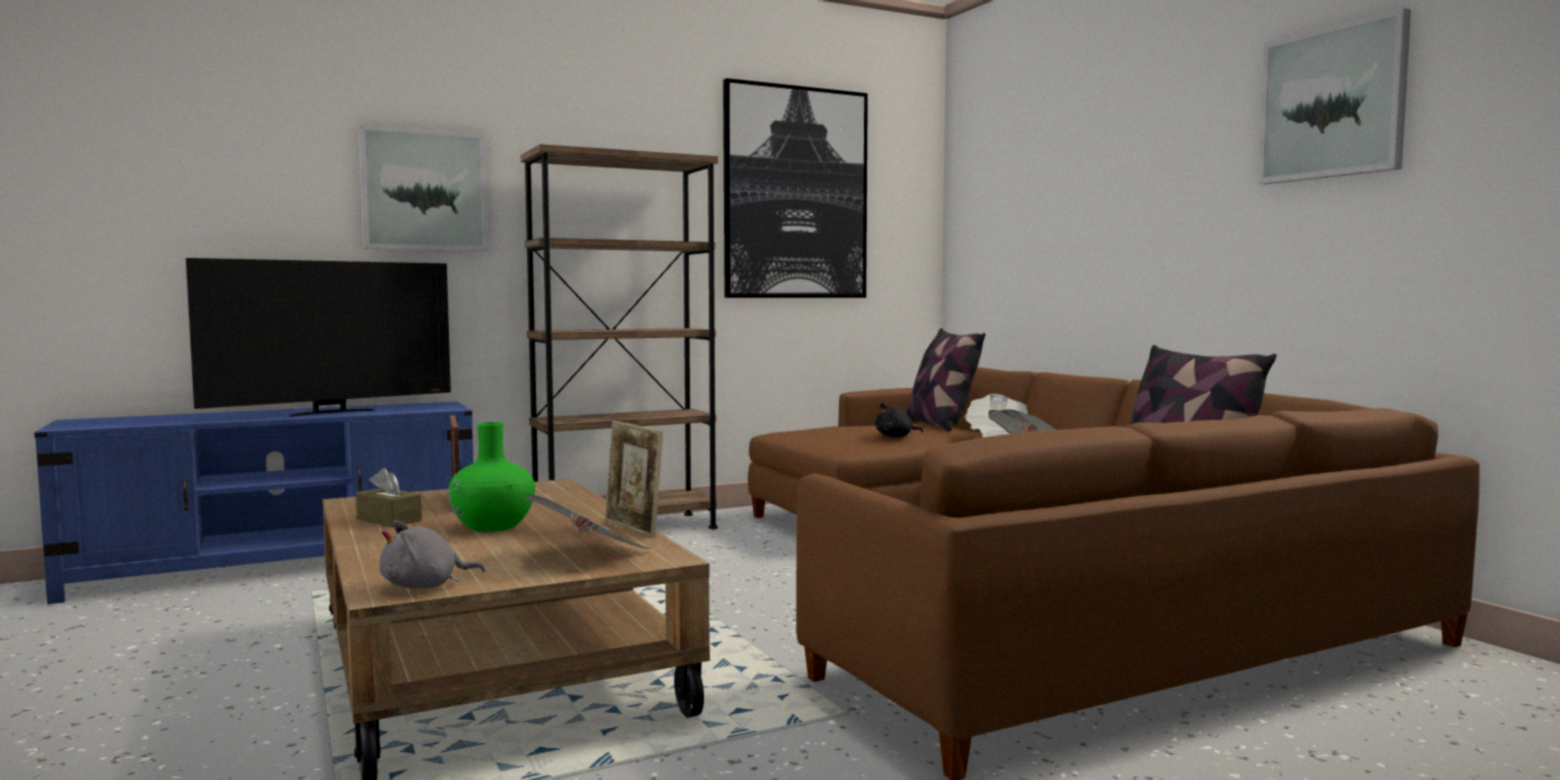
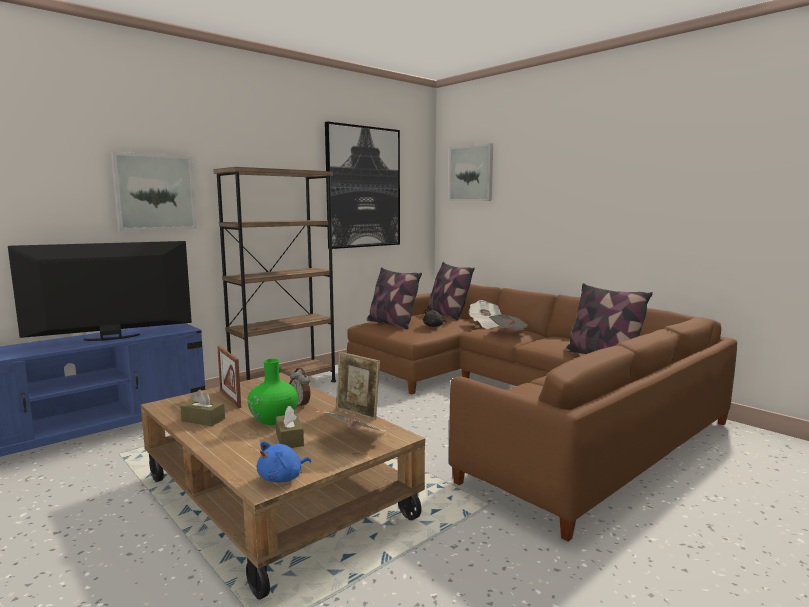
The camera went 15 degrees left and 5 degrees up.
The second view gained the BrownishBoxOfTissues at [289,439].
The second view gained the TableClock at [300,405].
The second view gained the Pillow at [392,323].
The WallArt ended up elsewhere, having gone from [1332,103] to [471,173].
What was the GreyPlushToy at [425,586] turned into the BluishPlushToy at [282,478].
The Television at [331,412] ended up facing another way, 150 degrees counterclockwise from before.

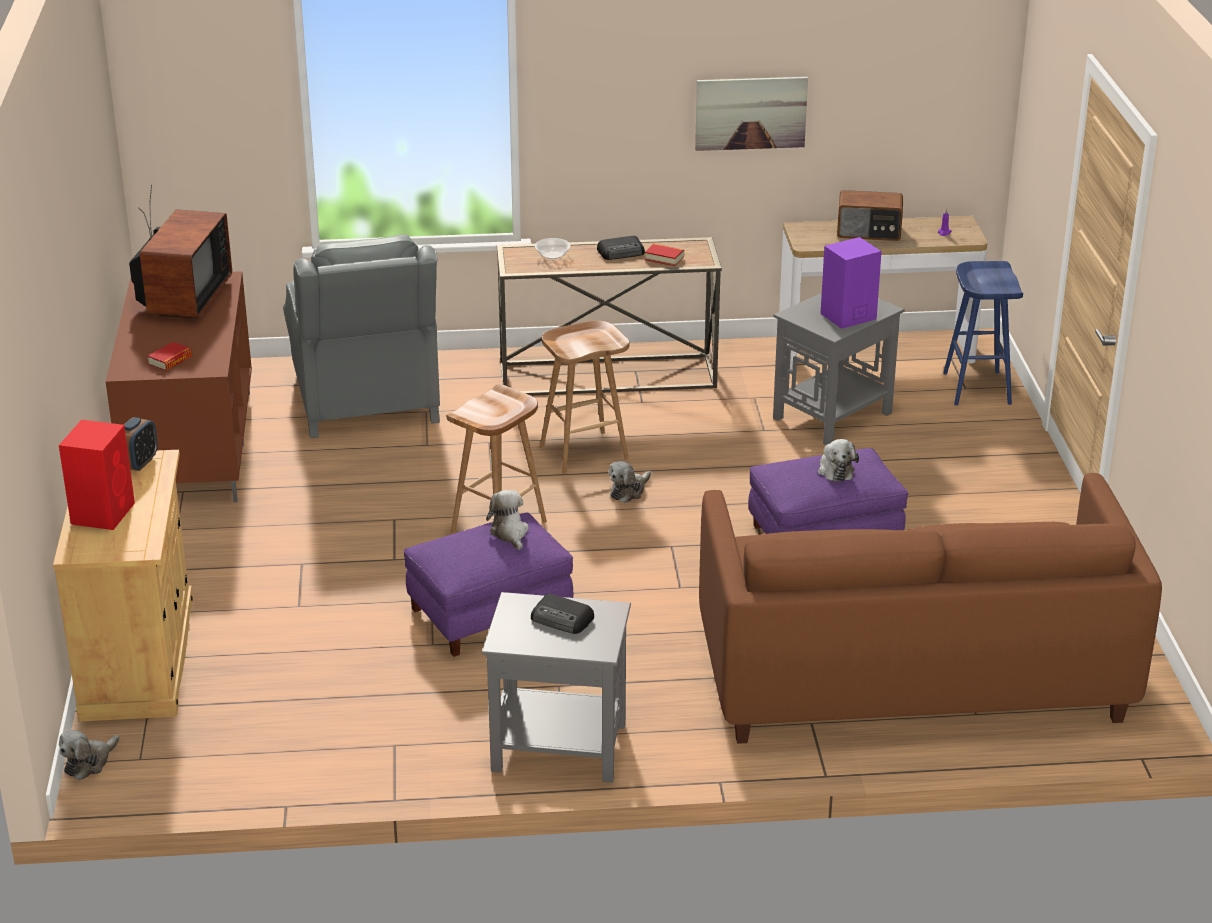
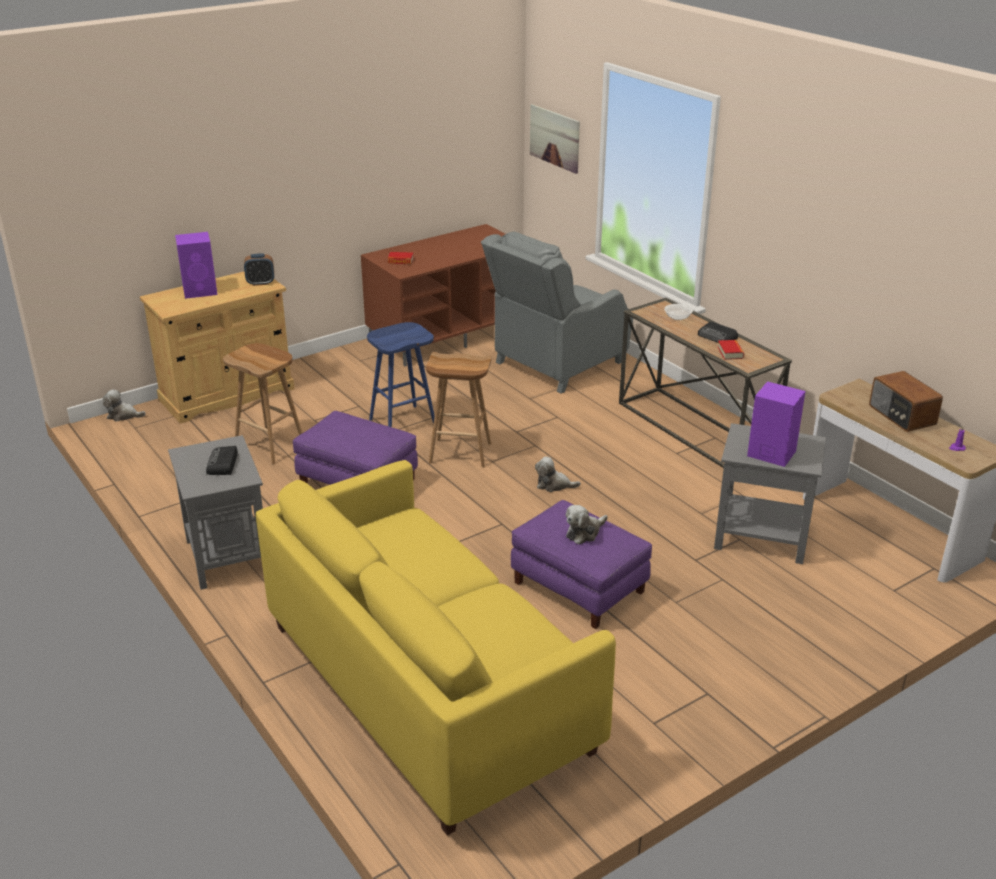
The camera went 60 degrees right and 0 degrees up.
The second view lost the Television at [182,300].
The second view lost the PlushToy at [510,533].
The BrownishStoolSeat ended up elsewhere, having gone from [584,452] to [271,446].
The WallArt ended up elsewhere, having gone from [751,113] to [554,138].
The BluishStoolSeat ended up elsewhere, having gone from [975,388] to [403,421].
What was the RedColouredSpeaker at [103,512] turned into the PurpleColouredSpeaker at [201,291].
What was the BrownishSettee at [911,674] turned into the YellowishSettee at [426,686].

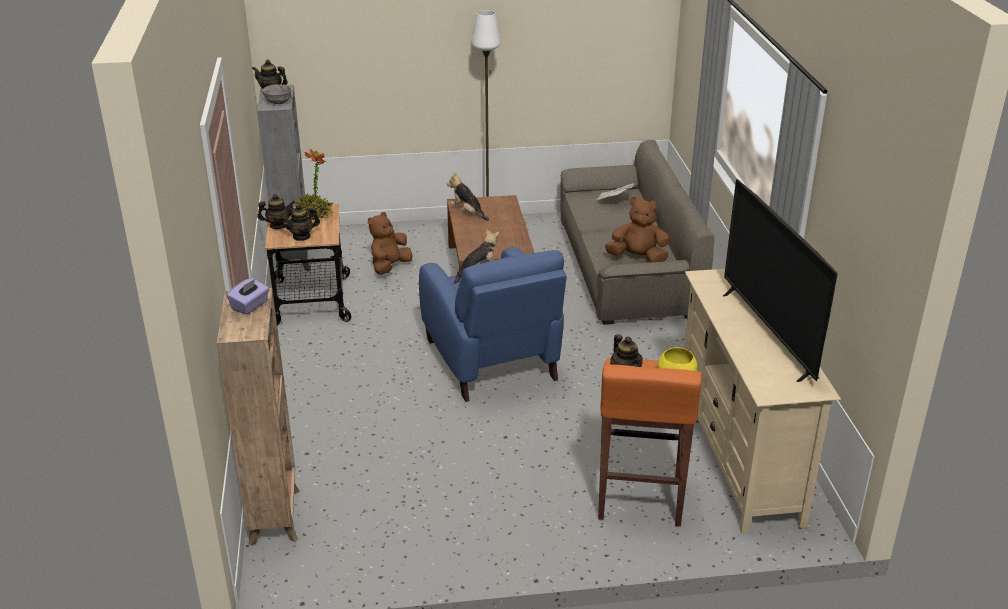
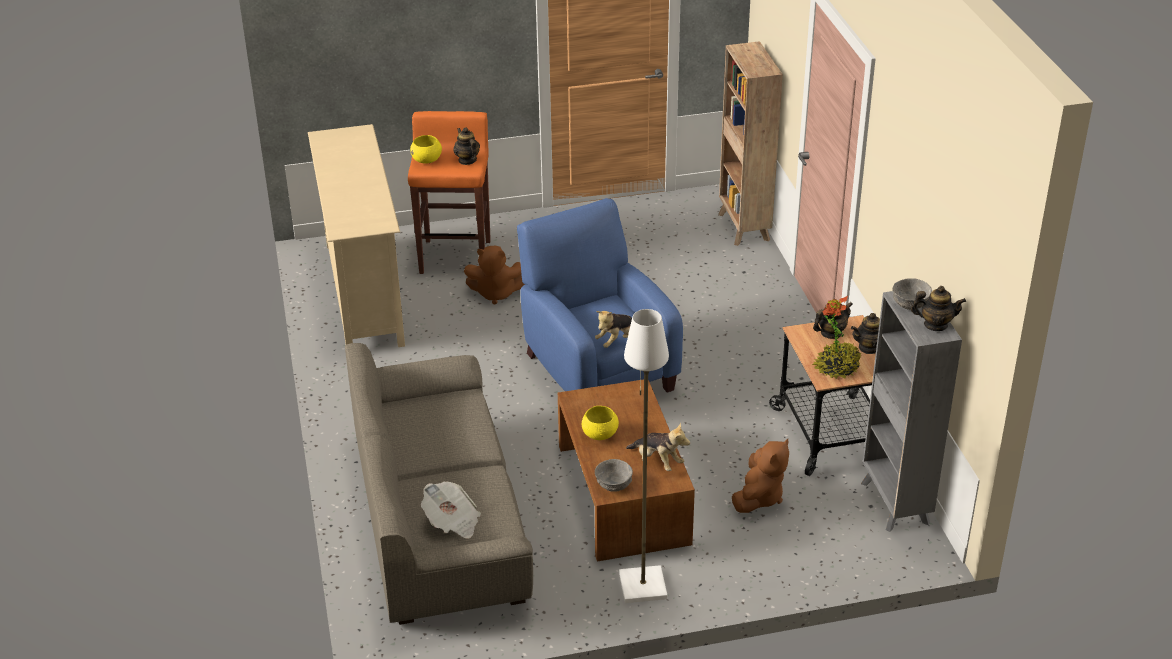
The camera went 175 degrees right and 5 degrees up.
The second view lost the PurpleColouredBoxOfTissues at [250,306].
The second view lost the Television at [768,334].
The second view gained the YellowishServingBowl at [599,434].
The second view gained the GreyServingBowl at [614,484].
The BrownishPlushToy ended up elsewhere, having gone from [637,258] to [496,293].

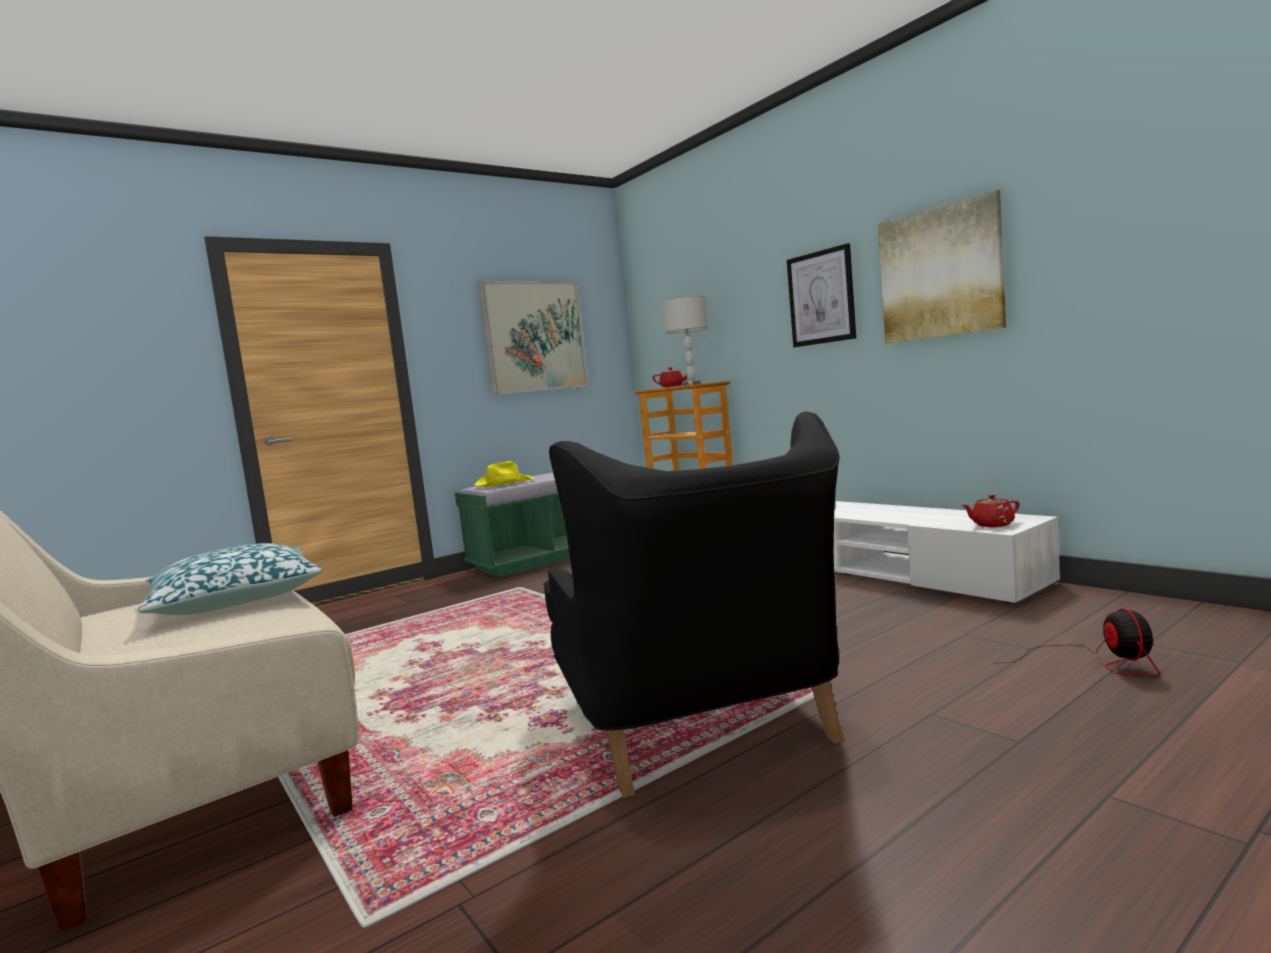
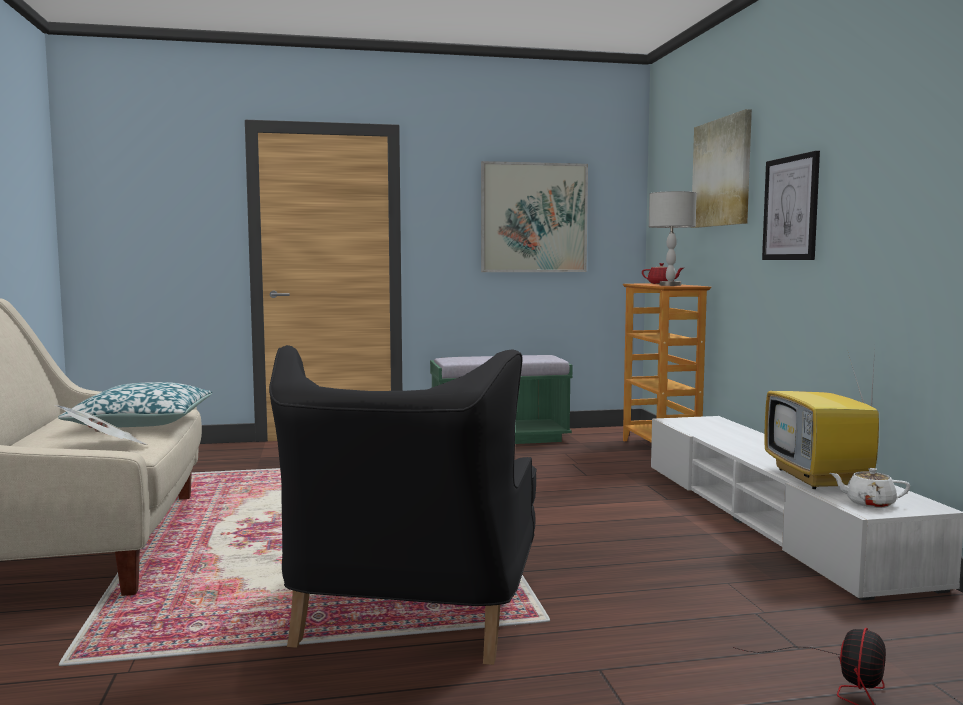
The camera went 25 degrees right and 0 degrees up.
The second view lost the YellowishHat at [503,483].
The second view gained the Newspaper at [104,447].
The second view gained the Television at [819,479].
The WallArt ended up elsewhere, having gone from [940,272] to [722,172].
What was the RedColouredTeaPot at [992,525] turned into the WhitishTeaPot at [869,503].

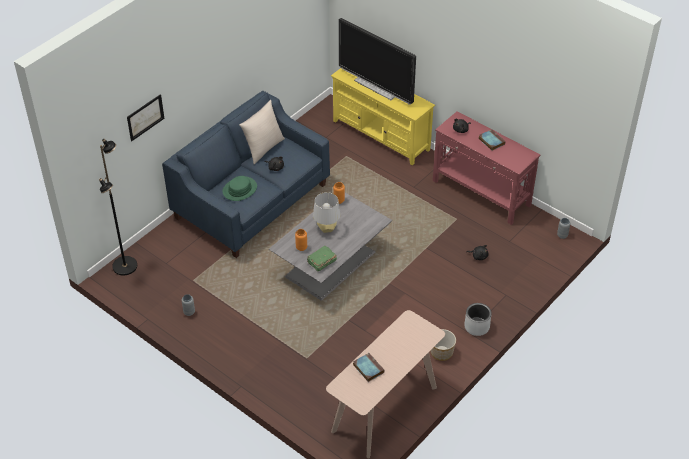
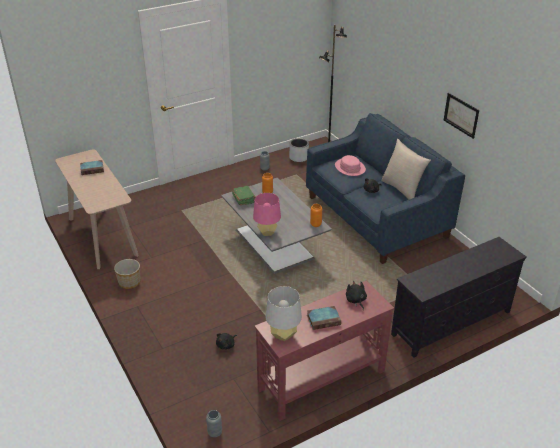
The camera went 110 degrees right and 10 degrees down.
The second view lost the Television at [377,87].
The second view gained the PinkishLampForATable at [267,232].
The WallArt ended up elsewhere, having gone from [145,117] to [461,115].
The GreyLampForATable ended up elsewhere, having gone from [326,228] to [283,335].
The GreyPlantPot ended up elsewhere, having gone from [476,326] to [299,157].
What was the GreenColouredHat at [240,189] turned into the PinkishHat at [350,168].
What was the YellowishTvUnit at [381,135] turned into the BlackColouredTvUnit at [451,323].

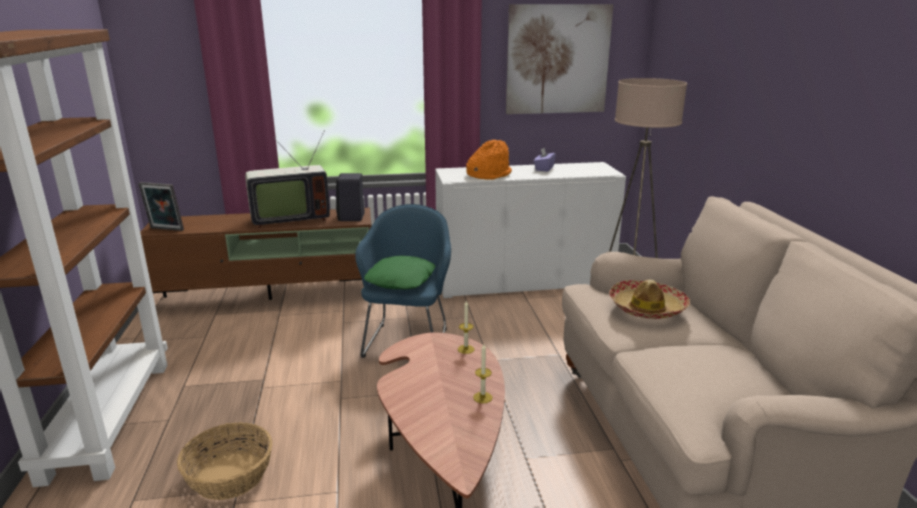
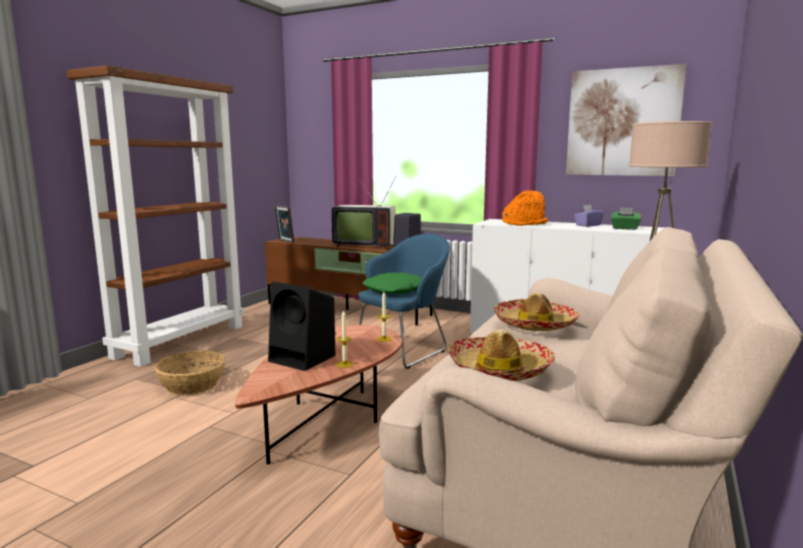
The camera went 35 degrees right and 10 degrees down.
The second view gained the BlackColouredSpeaker at [304,359].
The second view gained the Hat at [500,369].
The second view gained the GreenColouredBoxOfTissues at [624,228].

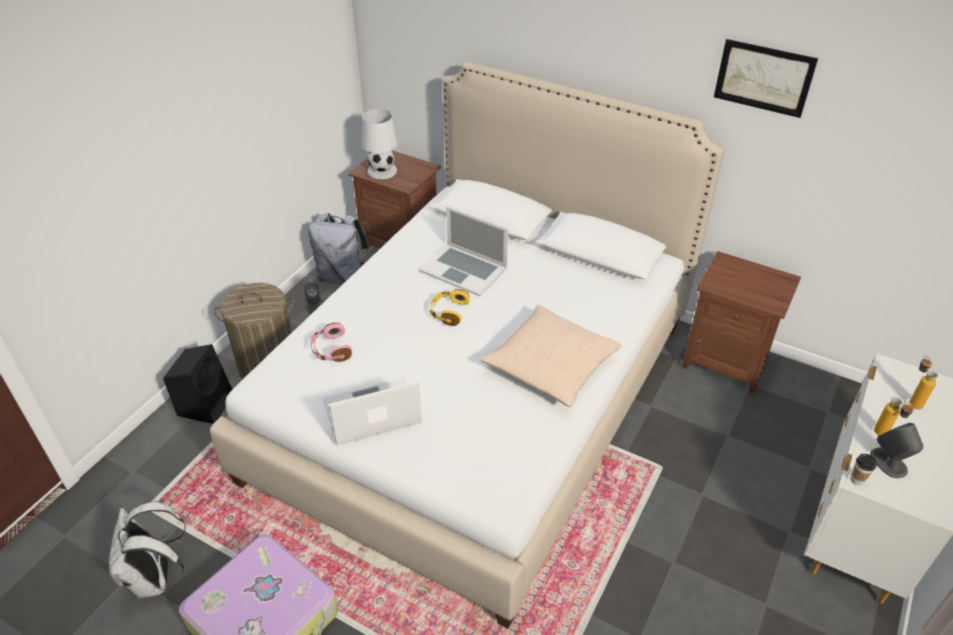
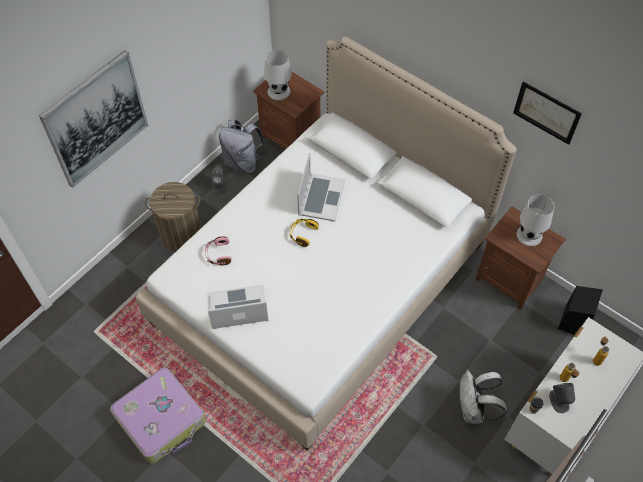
The camera went 10 degrees right and 15 degrees up.
The second view lost the BeigeColouredPillow at [551,365].
The second view gained the WallArt at [96,119].
The second view gained the WhitishLampForATable at [529,235].
The WhitishBackpack ended up elsewhere, having gone from [156,578] to [473,410].
The BlackColouredSpeaker ended up elsewhere, having gone from [206,403] to [576,321].
The Laptop at [464,269] ended up facing another way, 120 degrees counterclockwise from before.

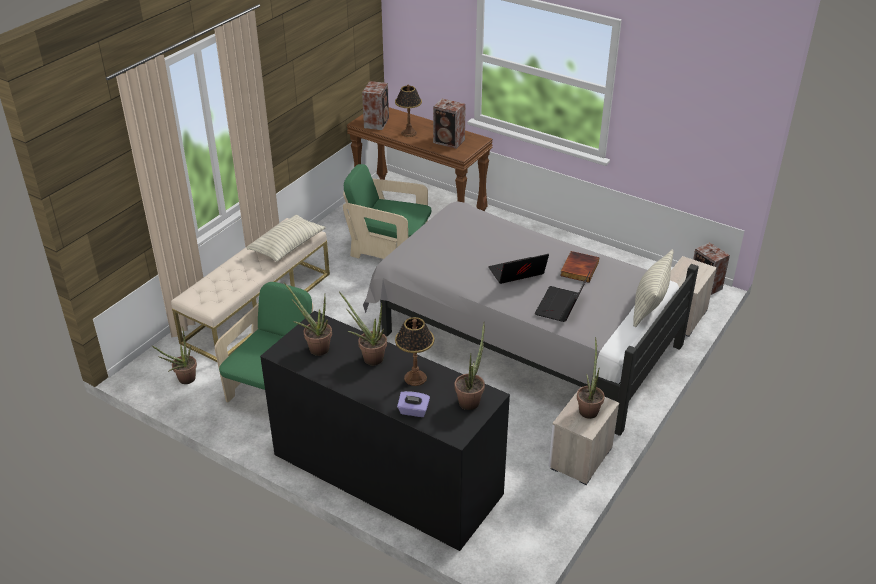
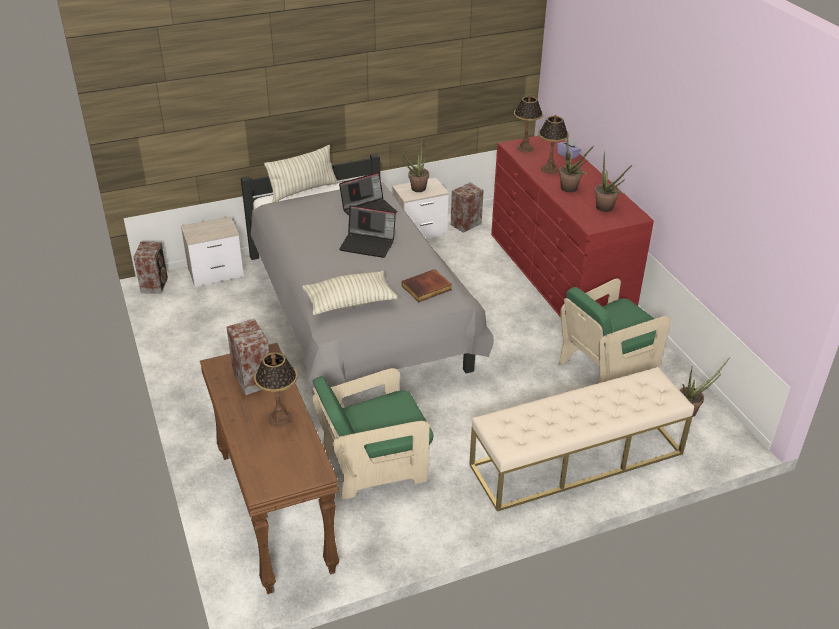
The camera went 145 degrees left and 0 degrees up.
The Pillow ended up elsewhere, having gone from [287,246] to [350,302].
The Speaker ended up elsewhere, having gone from [377,123] to [465,224].
The Volume ended up elsewhere, having gone from [578,268] to [426,288].
Where the PlantInAPot stood at [471,399], the LampForATable came to stand at [525,148].
What was the BlackColouredChestOfDrawers at [386,473] turned into the RedColouredChestOfDrawers at [559,274].
The GreenColouredLoungeChair at [389,249] ended up facing another way, 105 degrees clockwise from before.

